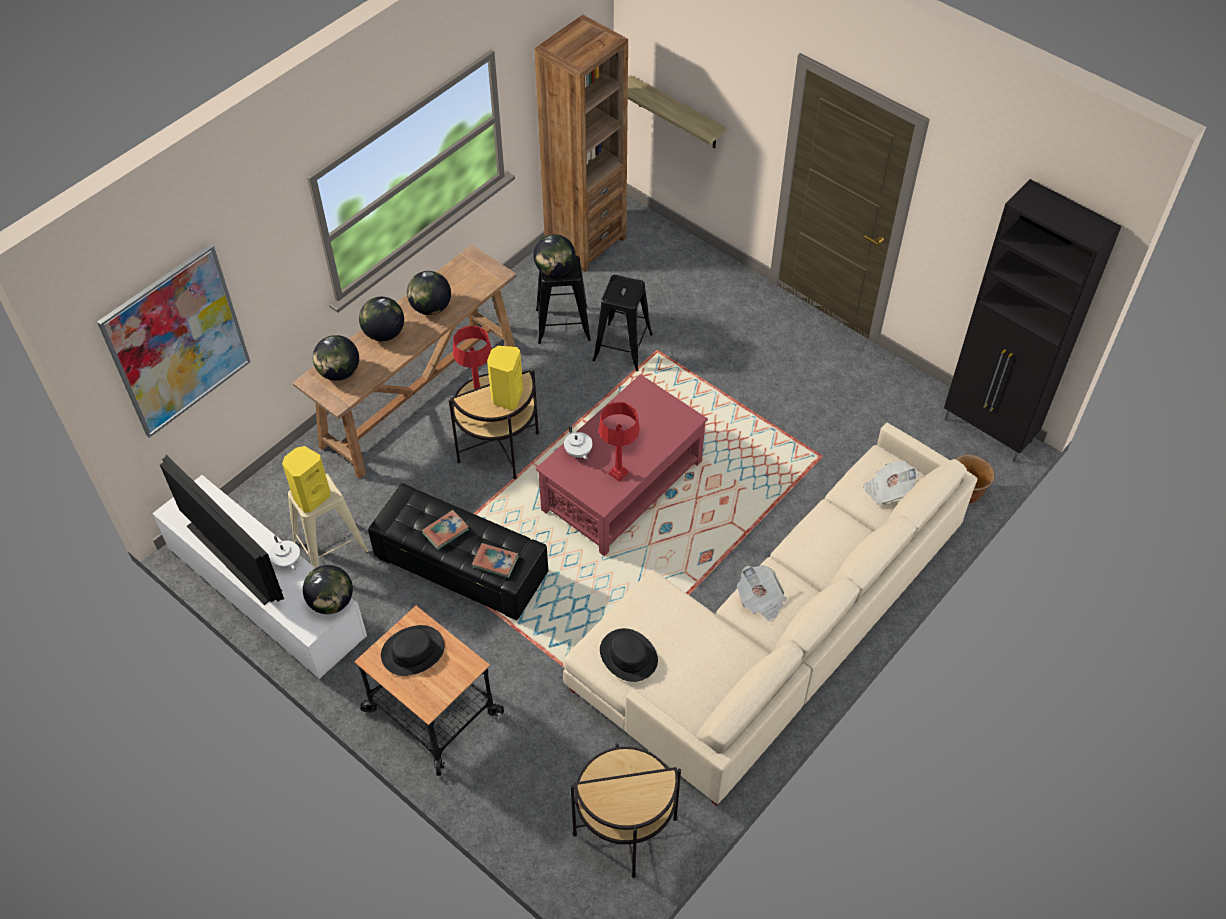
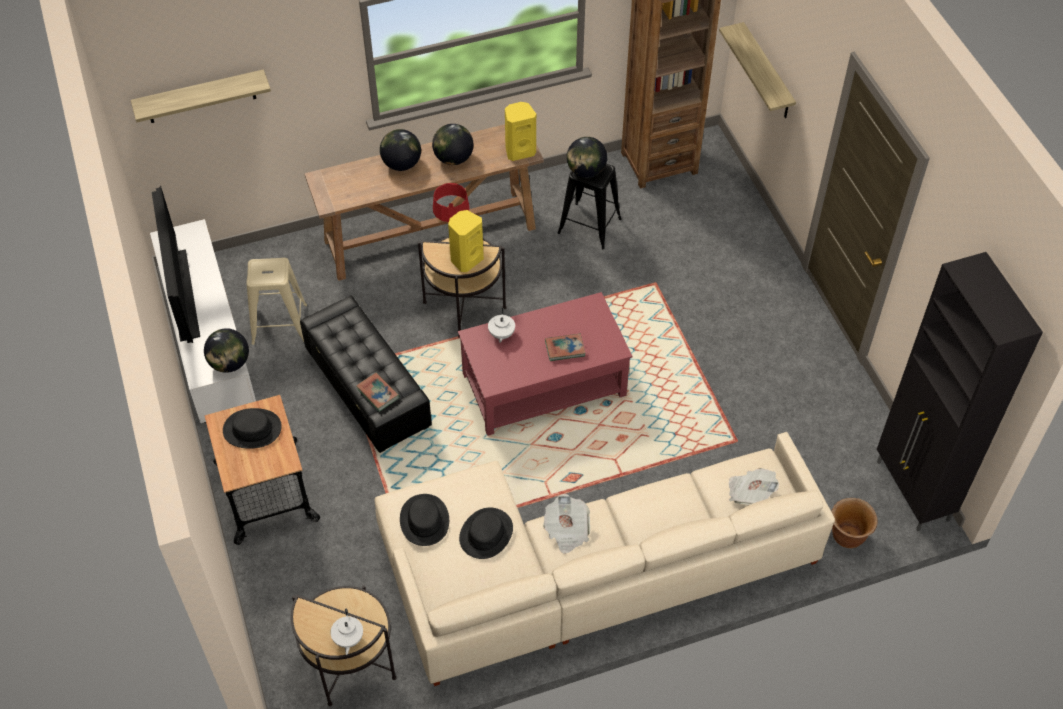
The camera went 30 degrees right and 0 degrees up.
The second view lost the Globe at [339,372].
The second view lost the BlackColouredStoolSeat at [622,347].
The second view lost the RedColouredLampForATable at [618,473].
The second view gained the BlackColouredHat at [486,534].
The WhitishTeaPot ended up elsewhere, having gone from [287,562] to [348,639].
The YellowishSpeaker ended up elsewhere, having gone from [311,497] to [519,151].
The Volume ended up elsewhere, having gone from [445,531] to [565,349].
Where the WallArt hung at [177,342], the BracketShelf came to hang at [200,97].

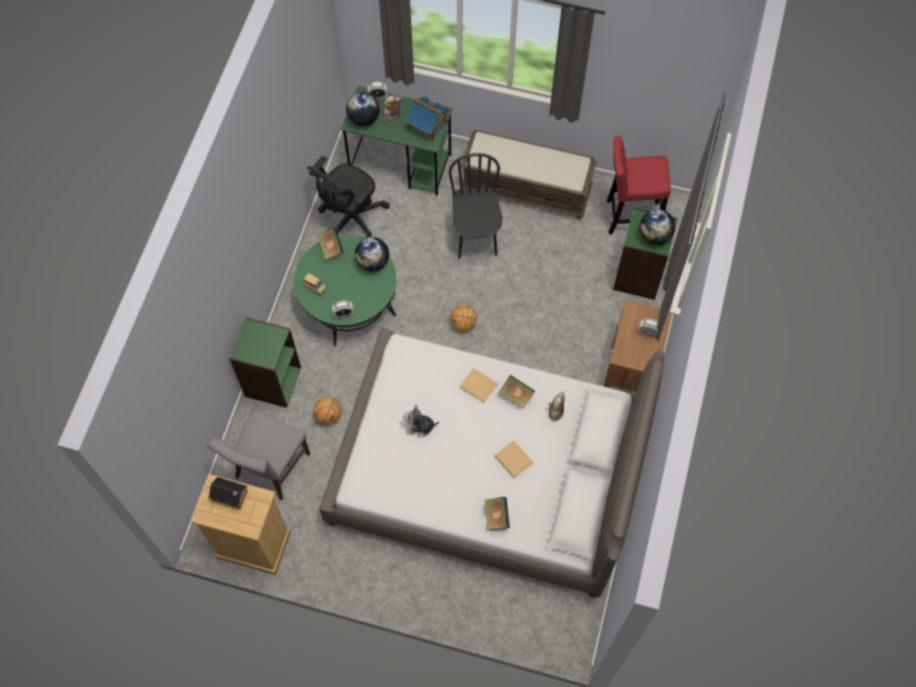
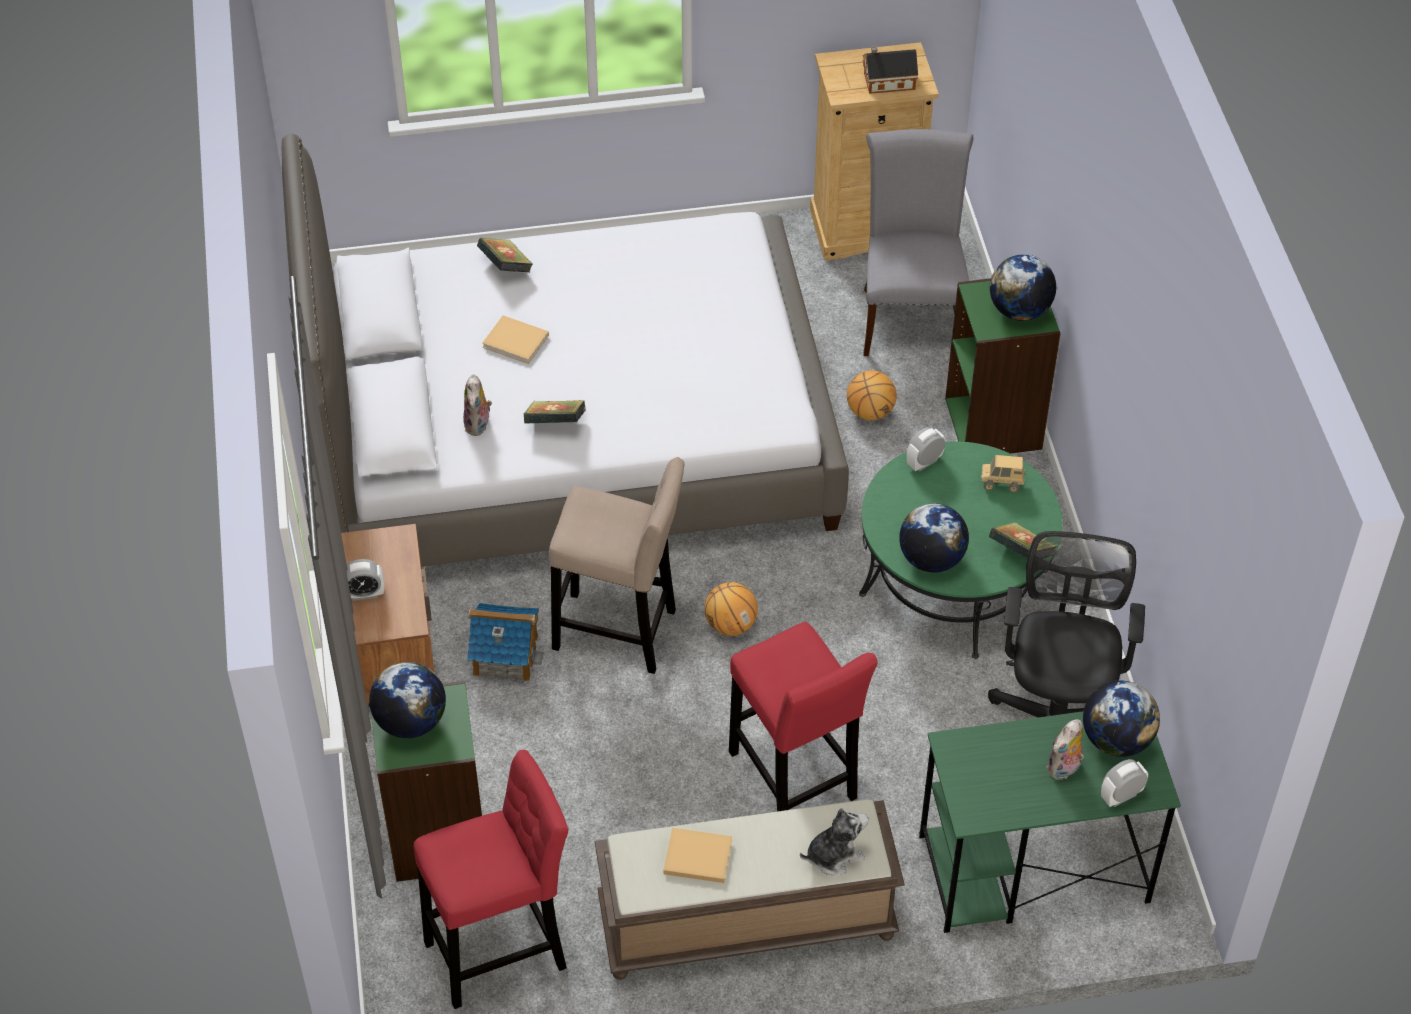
The camera went 155 degrees right and 15 degrees down.
The second view gained the BeigeColouredStoolSeat at [621,633].
The second view gained the Globe at [1019,311].
The PlushToy ended up elsewhere, having gone from [420,427] to [834,855].
The ModelHouse ended up elsewhere, having gone from [428,125] to [505,655].
The BeigeColouredVolume ended up elsewhere, having gone from [479,386] to [695,856].
Where the BlackColouredChair stood at [475,238], the RedColouredStoolSeat came to stand at [794,782].

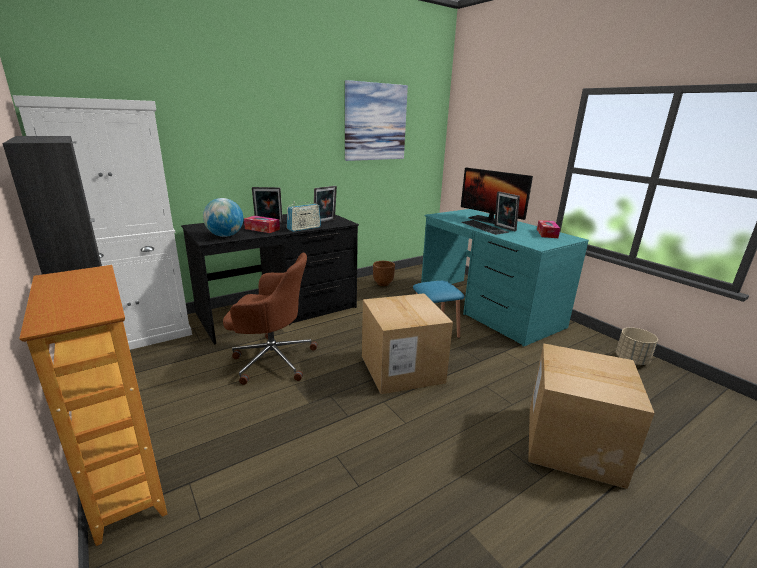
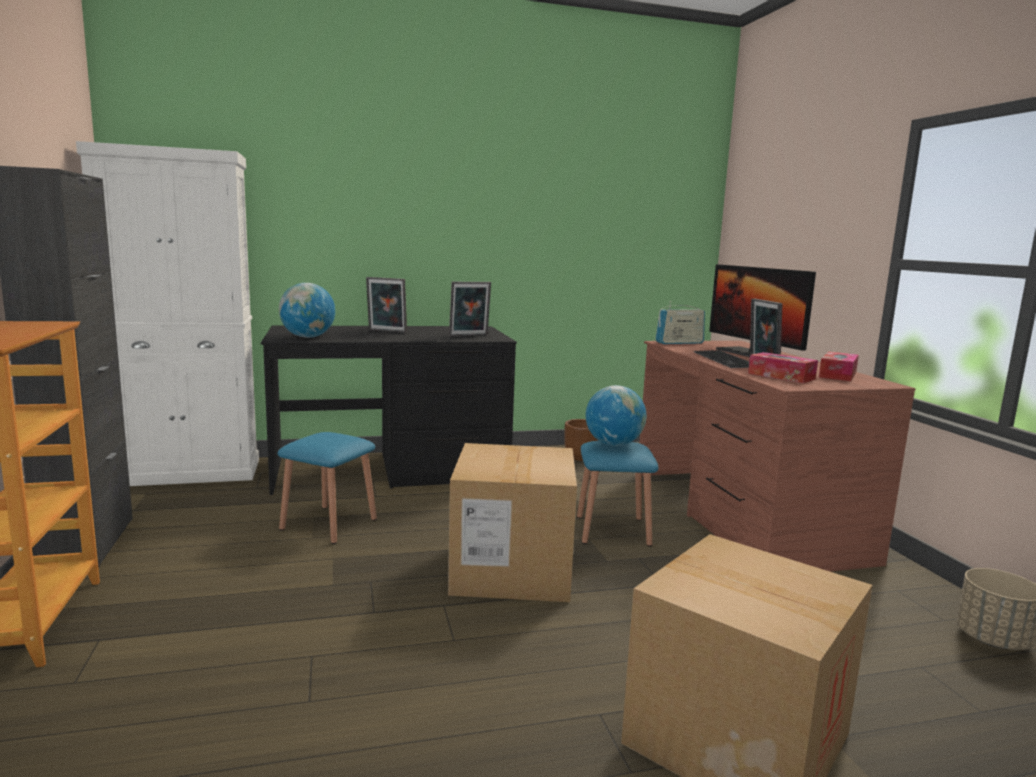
The camera went 20 degrees right and 10 degrees down.
The second view lost the WallArt at [375,122].
The second view gained the Globe at [613,444].
The BoxOfTissues ended up elsewhere, having gone from [262,229] to [781,376].
The Radio ended up elsewhere, having gone from [304,228] to [679,343].
Where the BrownishComputerChair stood at [272,359], the BluishStoolSeat came to stand at [329,524].
What was the TurquoiseDesk at [487,308] turned into the BrownishDesk at [742,514].

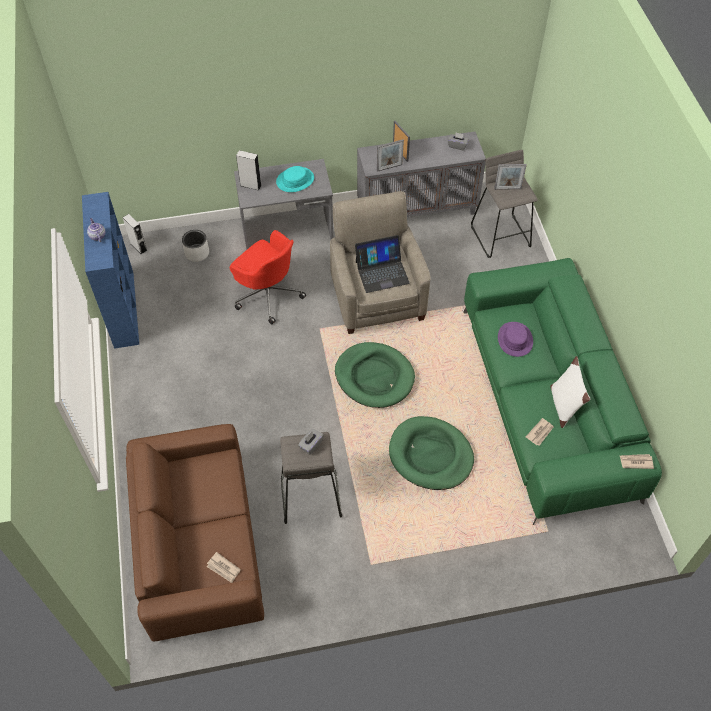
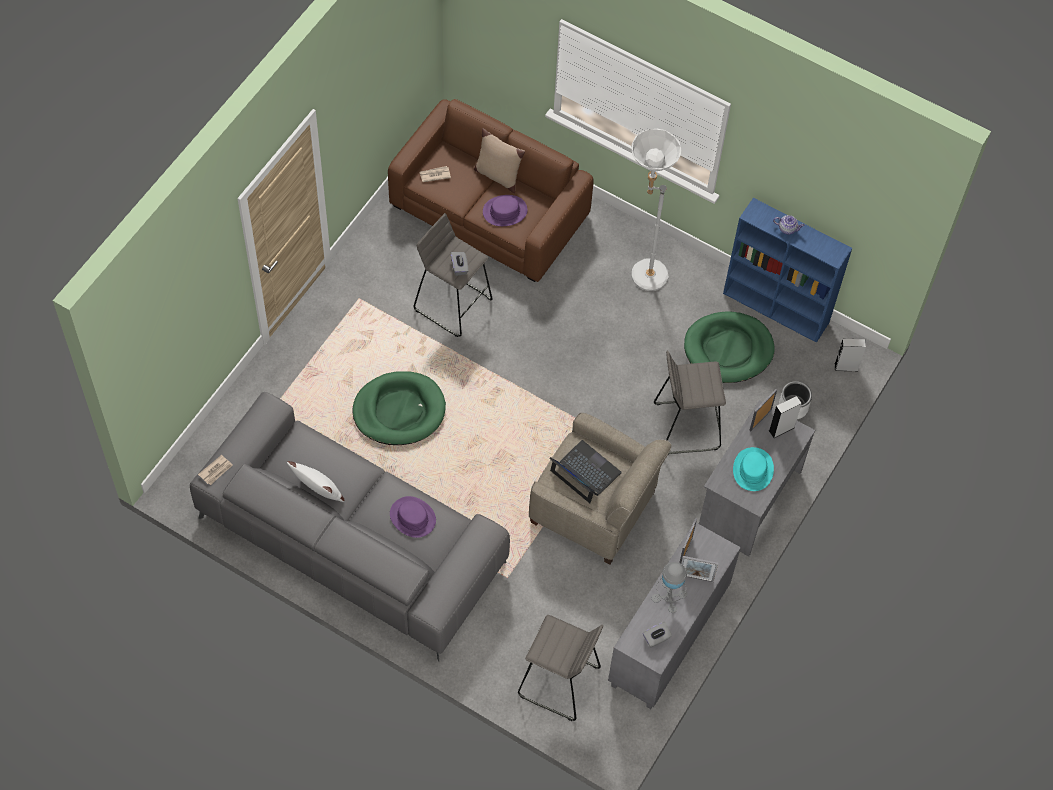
The camera went 130 degrees right and 5 degrees up.
The second view lost the Newspaper at [540,432].
The second view gained the BeigeColouredPillow at [497,175].
The second view gained the PurpleColouredHat at [505,211].
The second view gained the WhitishStandardLamp at [641,274].
The second view gained the GreyLampForATable at [669,596].
The GreenColouredPetBed ended up elsewhere, having gone from [374,377] to [728,349].
The StandingFrame ended up elsewhere, having gone from [507,188] to [760,420].
Where the RedColouredComputerChair stood at [268,294], the GreyStoolSeat came to stand at [686,426].
What was the GreenColouredSettee at [547,401] turned into the GreySettee at [352,540].
The Laptop at [382,272] ended up facing another way, 105 degrees clockwise from before.

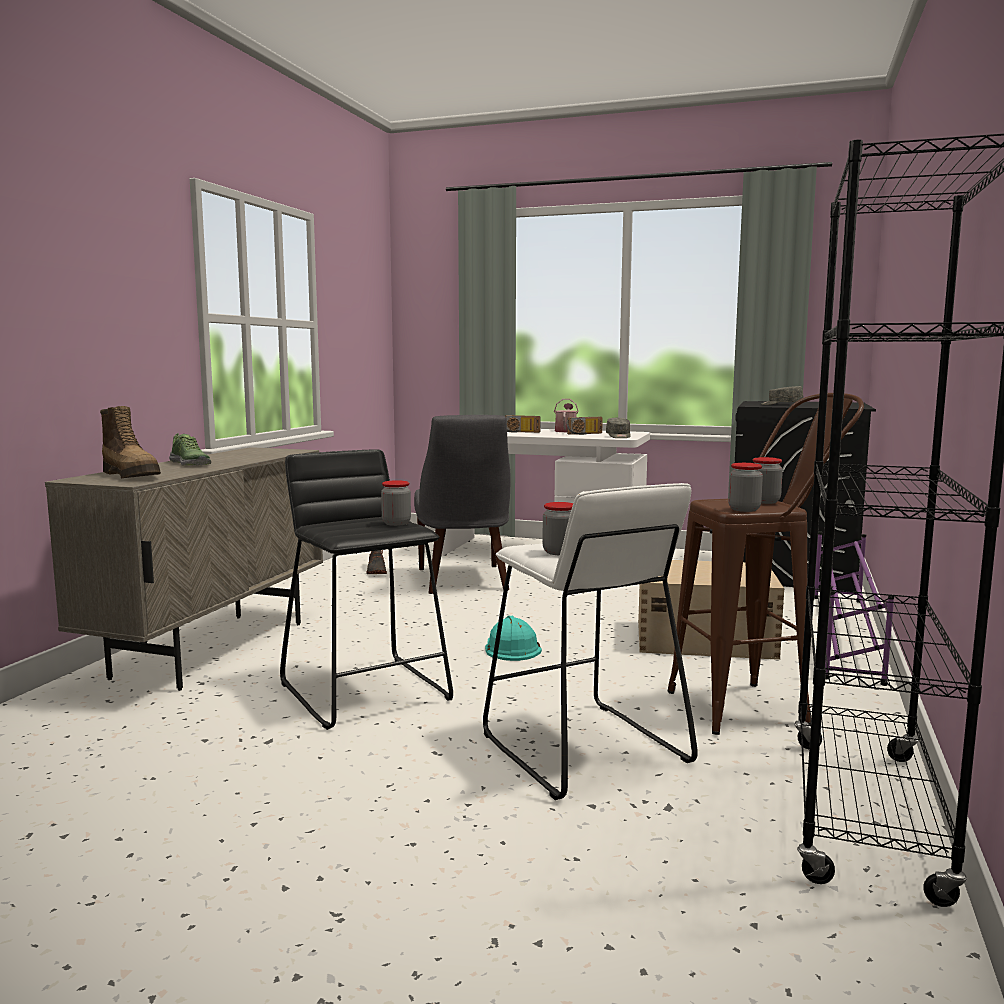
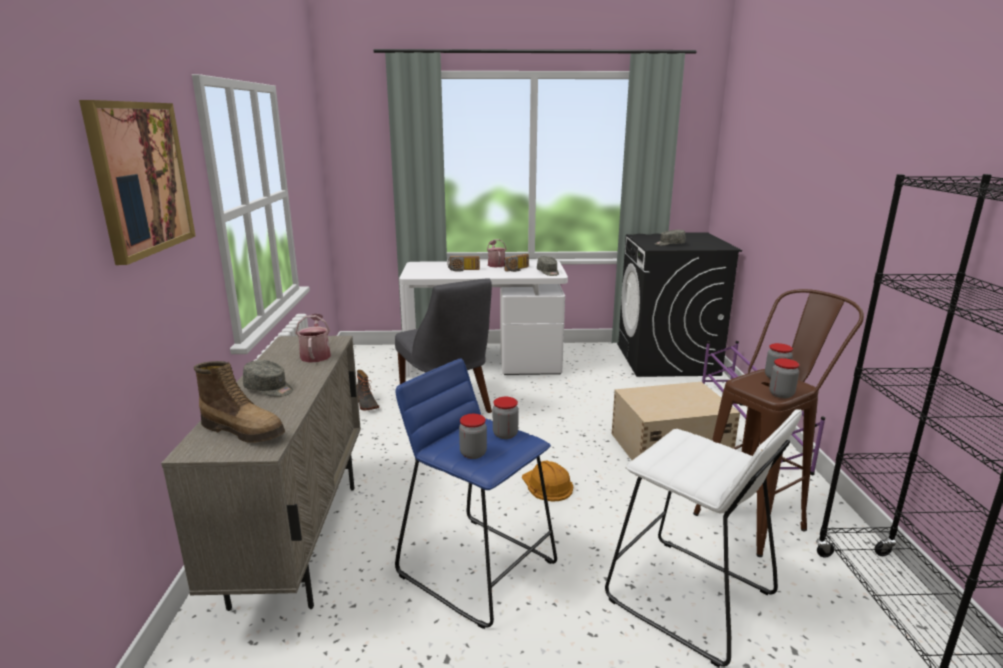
The camera went 20 degrees left and 10 degrees up.
The second view gained the WallArt at [140,178].
The second view gained the WateringPot at [316,355].
The StorageJar ended up elsewhere, having gone from [559,552] to [473,453].
Where the LowShoe stood at [190,464], the GreyBaseballCap came to stand at [269,389].
What was the BlackColouredStoolSeat at [367,691] turned into the BluishStoolSeat at [478,567].
What was the TurquoiseSafetyHelmet at [511,648] turned into the OrangeySafetyHelmet at [547,485].

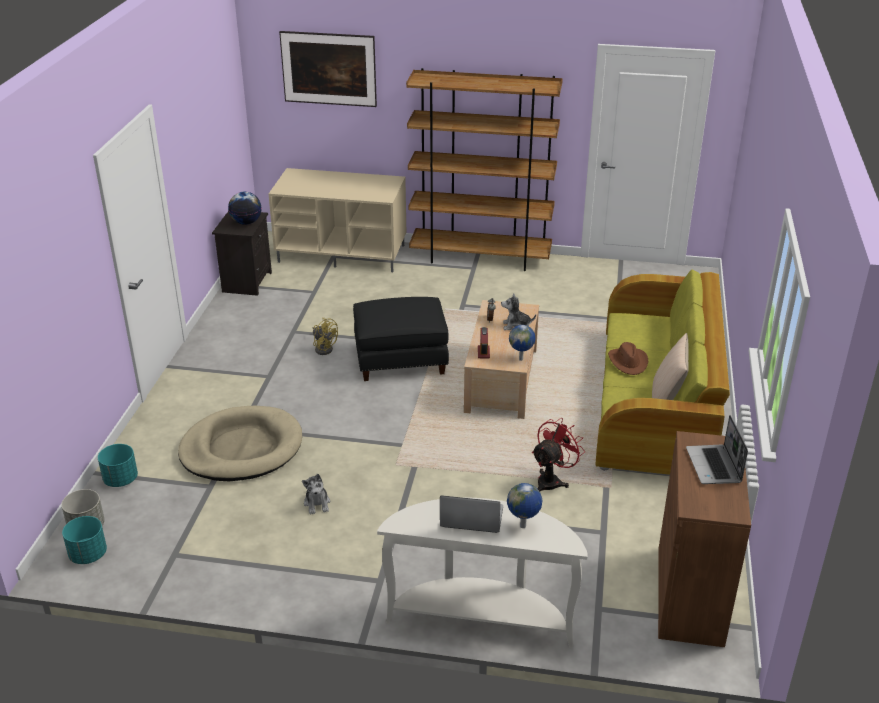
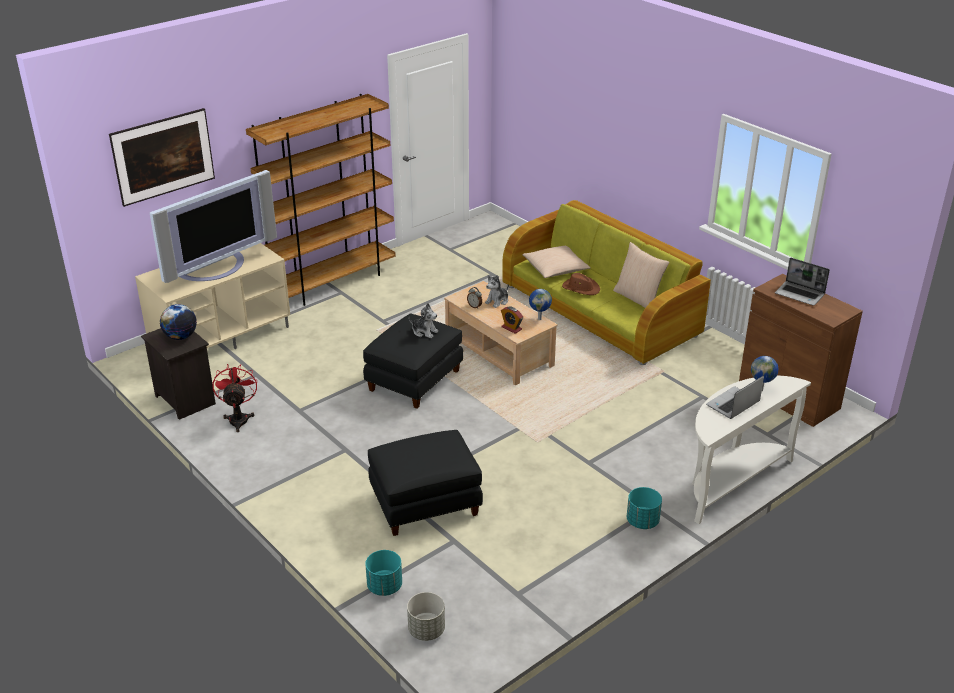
The camera went 50 degrees left and 0 degrees up.
The second view lost the YellowishCoolingFan at [324,348].
The second view gained the Television at [216,268].
The second view gained the BeigeColouredPillow at [555,269].
The TurquoisePlantPot ended up elsewhere, having gone from [88,555] to [642,521].
The PlushToy ended up elsewhere, having gone from [317,503] to [424,332].
The RedColouredCoolingFan ended up elsewhere, having gone from [552,480] to [239,418].
Where the BeigeColouredPetBed stood at [241,448], the BlackColouredOttoman came to stand at [425,505].

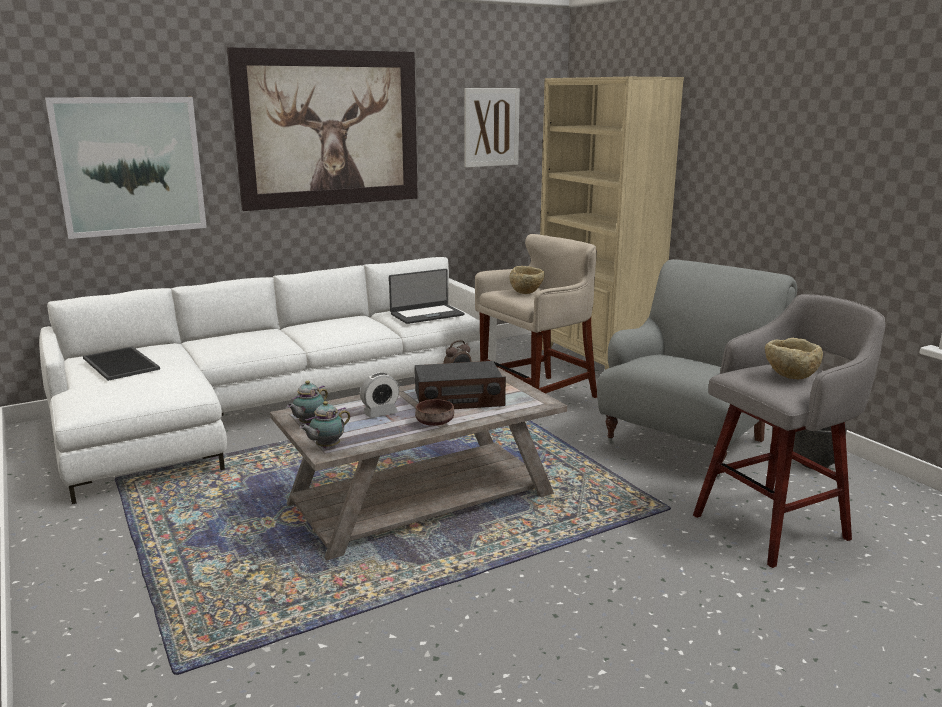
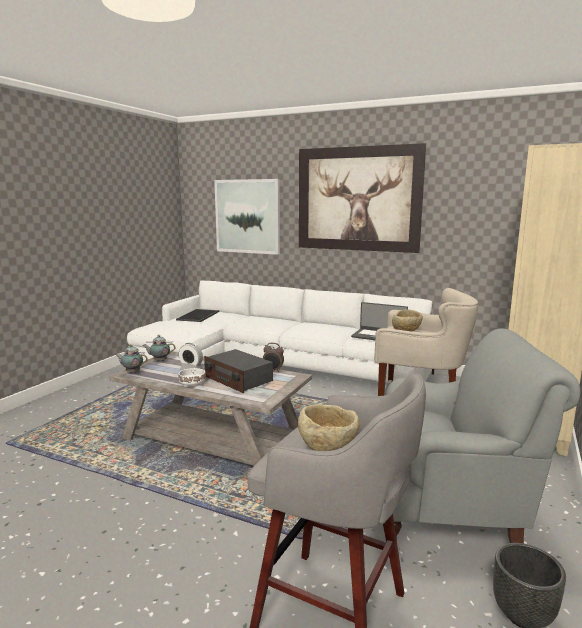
The camera went 55 degrees right and 5 degrees down.
The second view lost the WallArt at [491,127].
What was the BrownishServingBowl at [434,422] turned into the WhitishServingBowl at [192,383].

